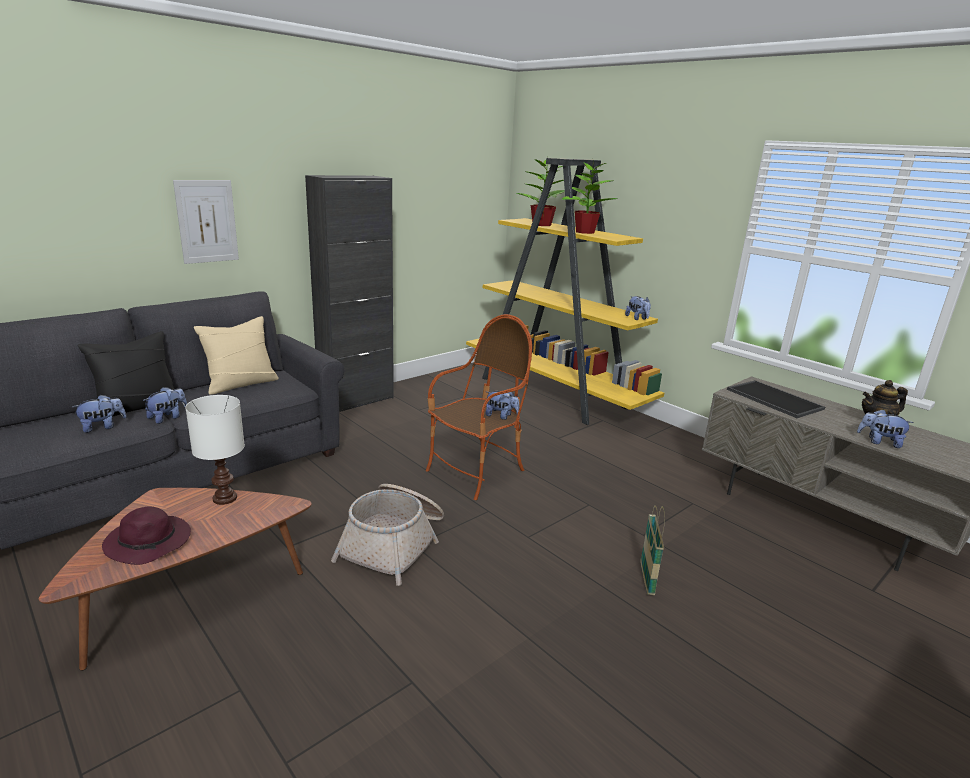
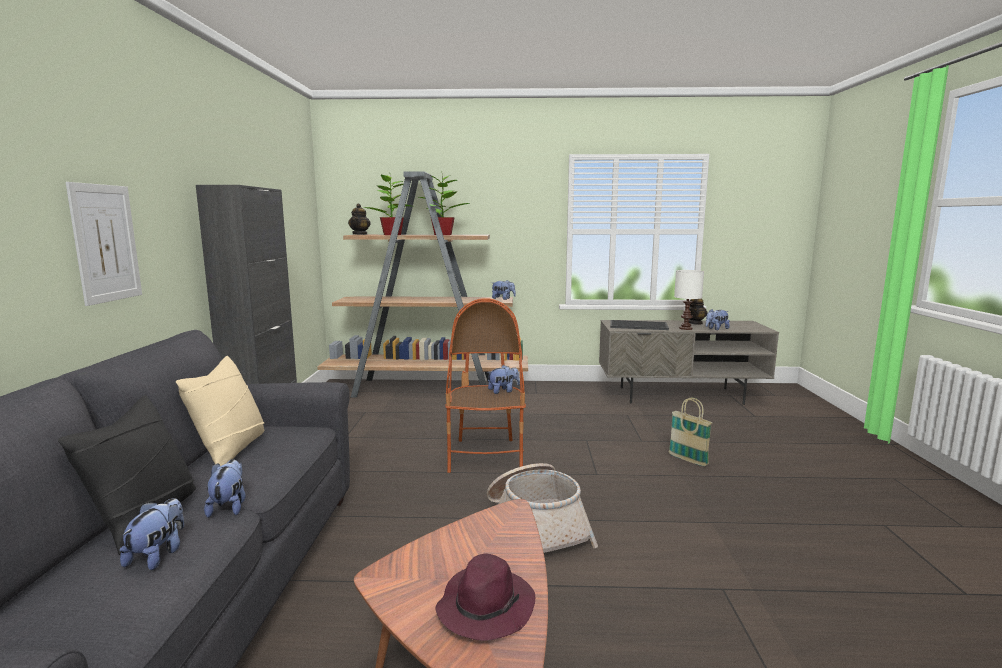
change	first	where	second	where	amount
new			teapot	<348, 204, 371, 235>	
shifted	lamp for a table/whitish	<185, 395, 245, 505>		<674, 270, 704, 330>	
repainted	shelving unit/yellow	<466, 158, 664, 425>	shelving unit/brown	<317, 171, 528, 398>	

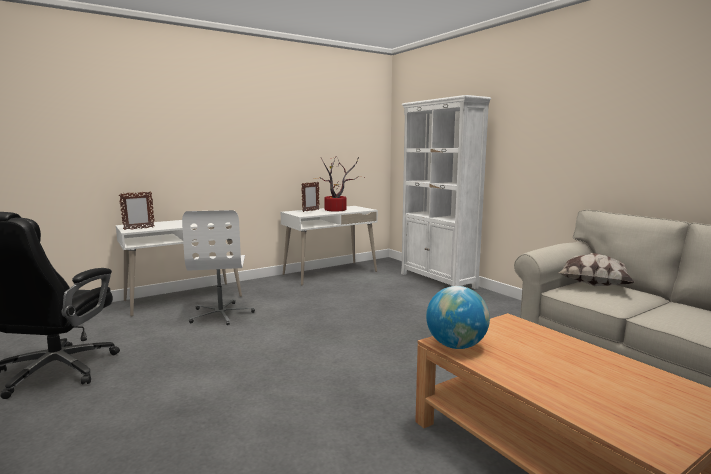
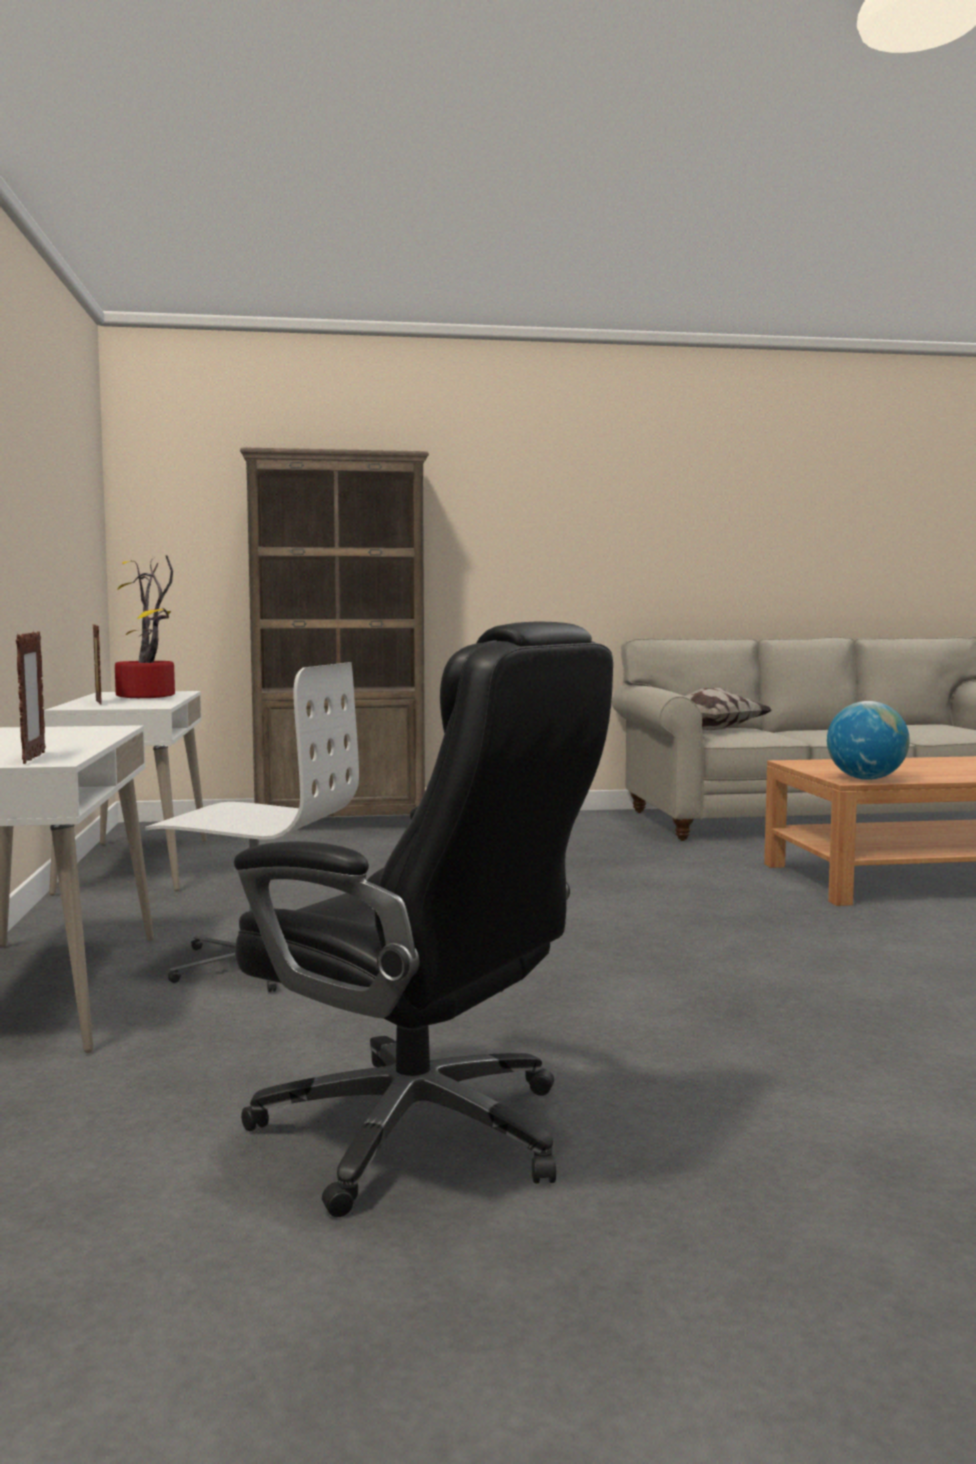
change	first	where	second	where	amount
repainted	shelving unit/whitish	<401, 95, 491, 289>	shelving unit/brown	<240, 447, 429, 817>	

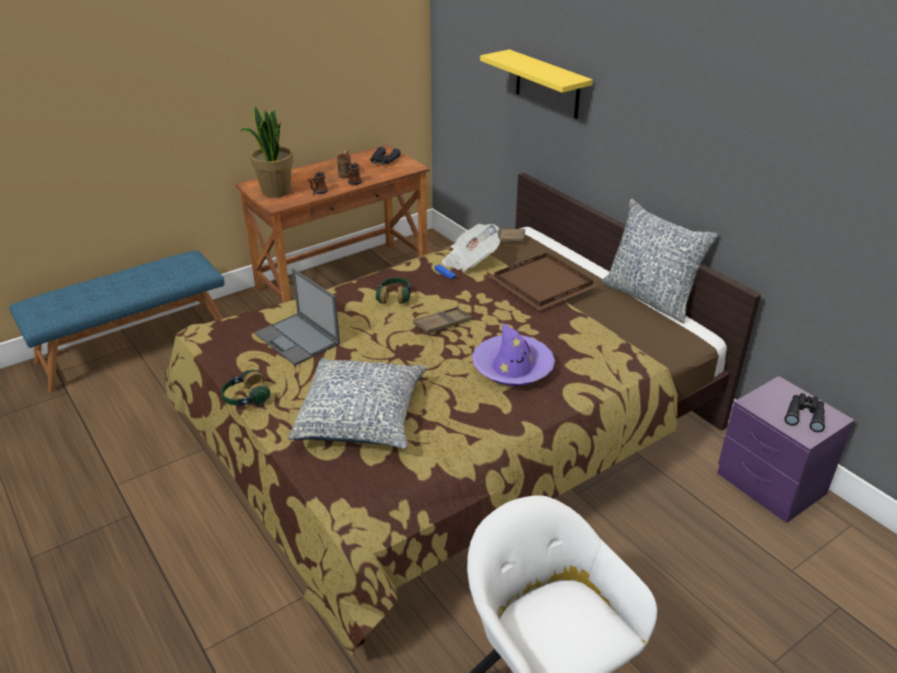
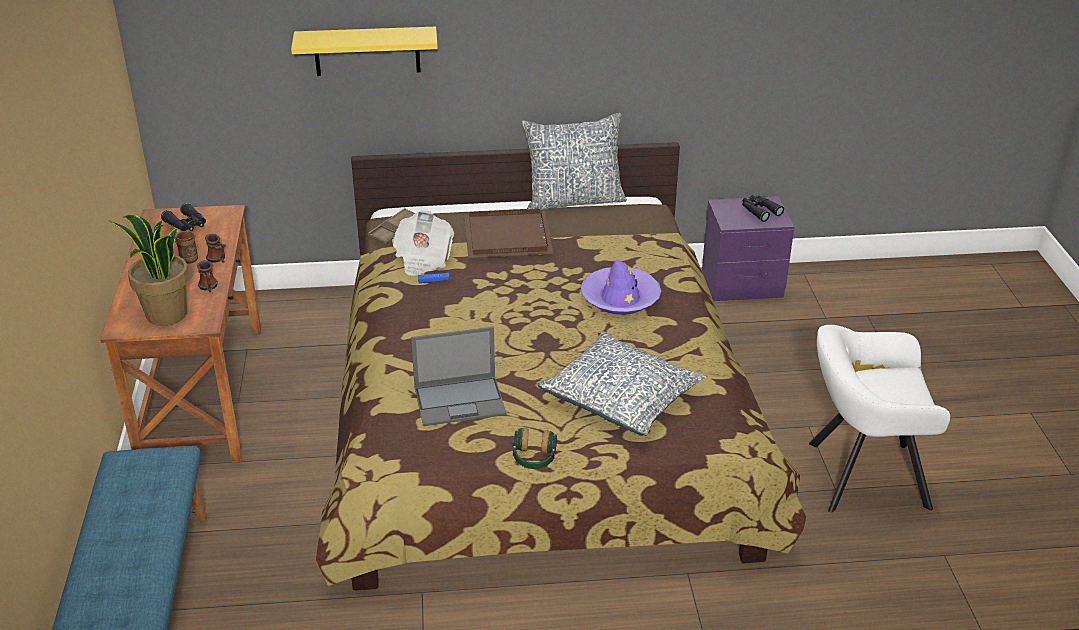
change	first	where	second	where	amount
gone	headphones	<376, 277, 411, 304>			
gone	carrying tray/brown	<413, 307, 472, 334>			

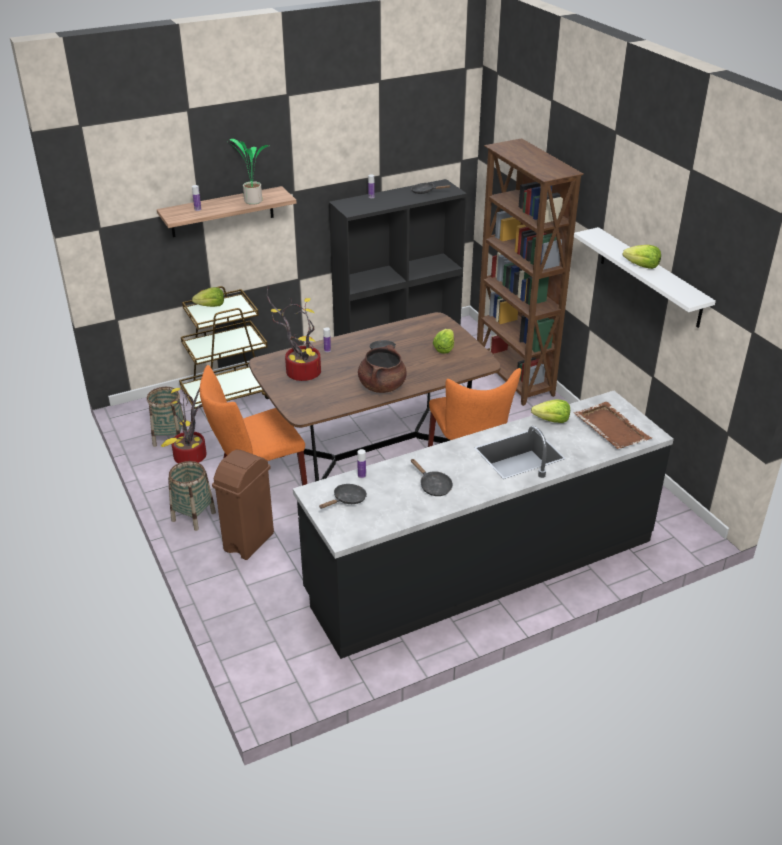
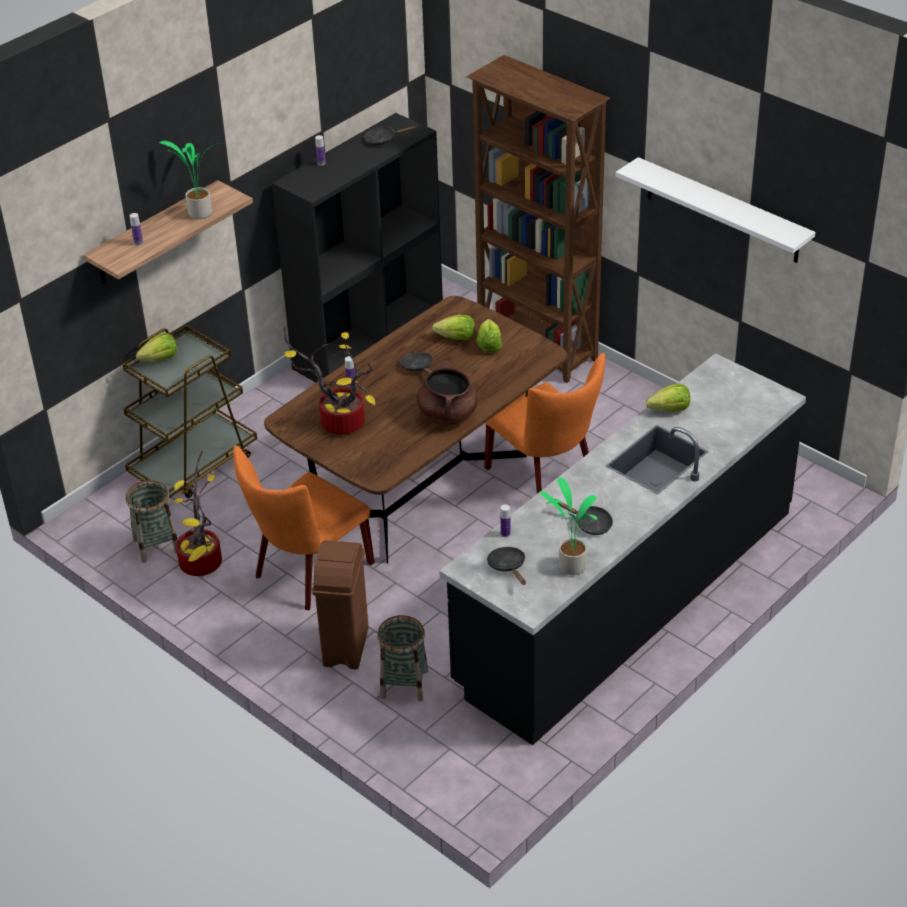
change	first	where	second	where	amount
gone	carrying tray/brown	<573, 402, 652, 449>			
new			houseplant	<539, 478, 597, 575>	
shifted	basket	<168, 461, 216, 531>		<377, 615, 428, 701>	
shifted	lettuce head	<623, 245, 661, 269>		<432, 315, 475, 340>	
rotated	pan/blackish	<319, 484, 367, 509>		<487, 547, 526, 585>	45 degrees counterclockwise

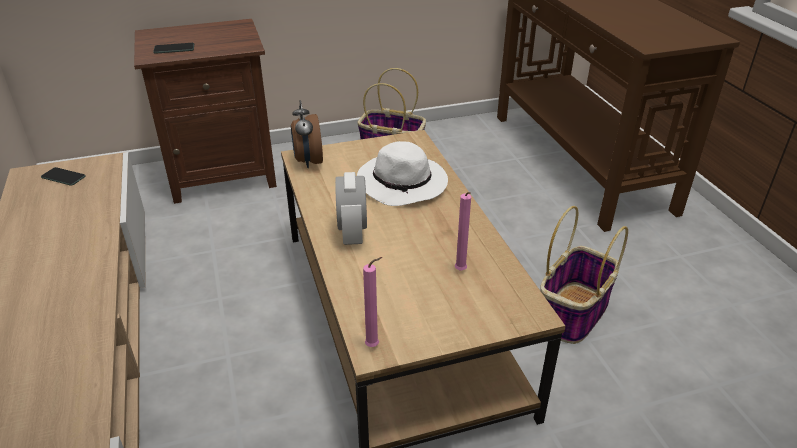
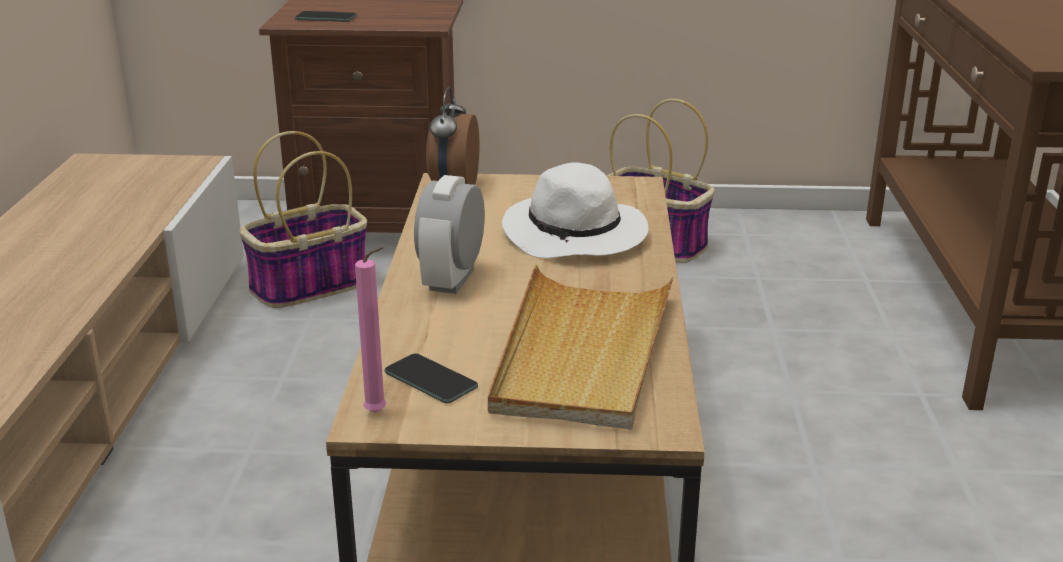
change	first	where	second	where	amount
shifted	phone	<41, 167, 86, 186>		<384, 353, 478, 404>	
shifted	basket	<541, 206, 628, 344>		<239, 131, 367, 308>	
swapped	wax light/pink	<455, 192, 471, 271>	carrying tray/sand-coloured	<488, 265, 674, 430>	

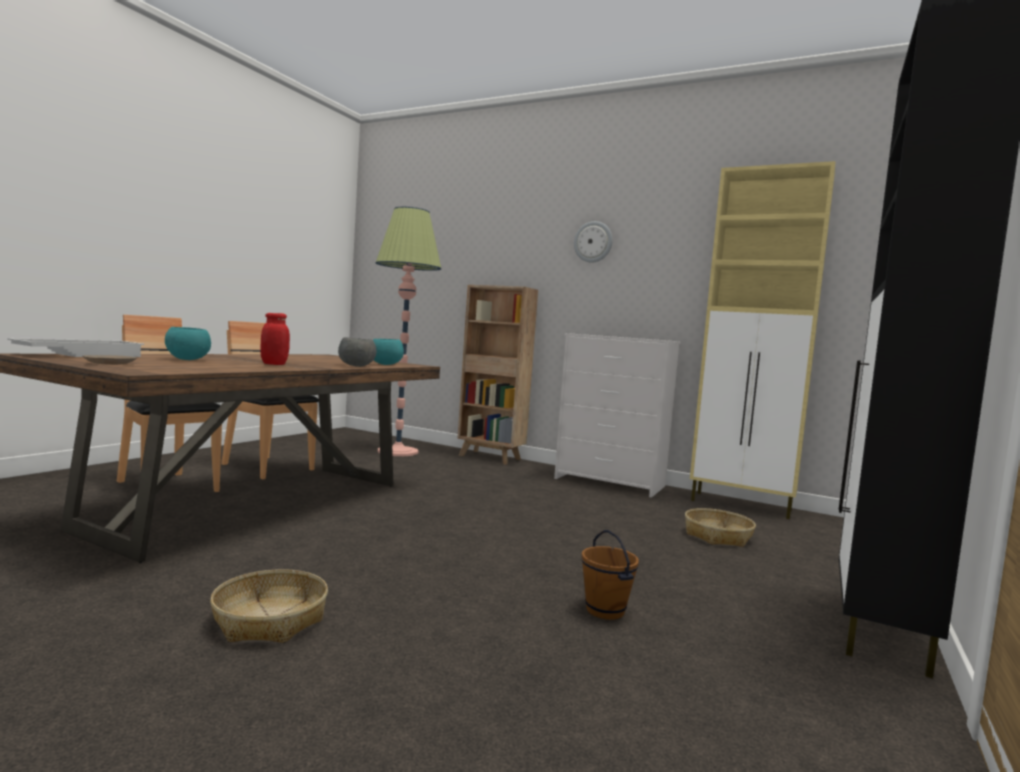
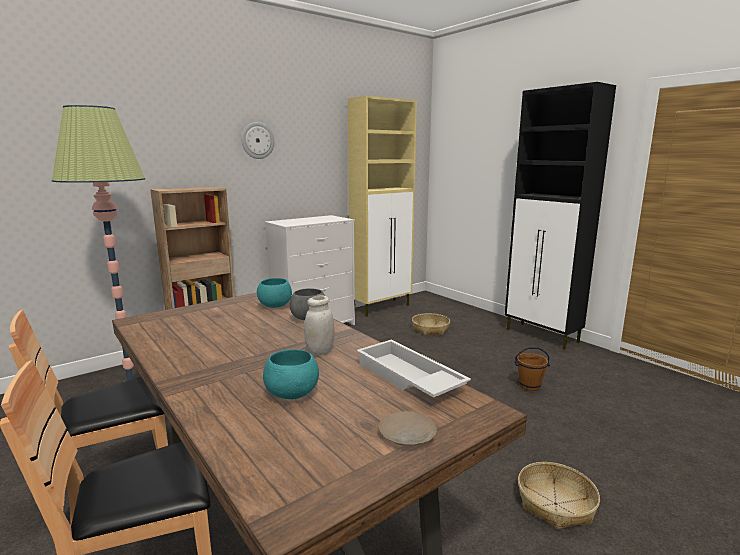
change	first	where	second	where	amount
shifted	carrying tray/whitish	<7, 338, 144, 357>		<356, 340, 471, 398>	
repainted	jar/red-coloured	<260, 313, 290, 365>	jar/whitish	<305, 295, 334, 356>	

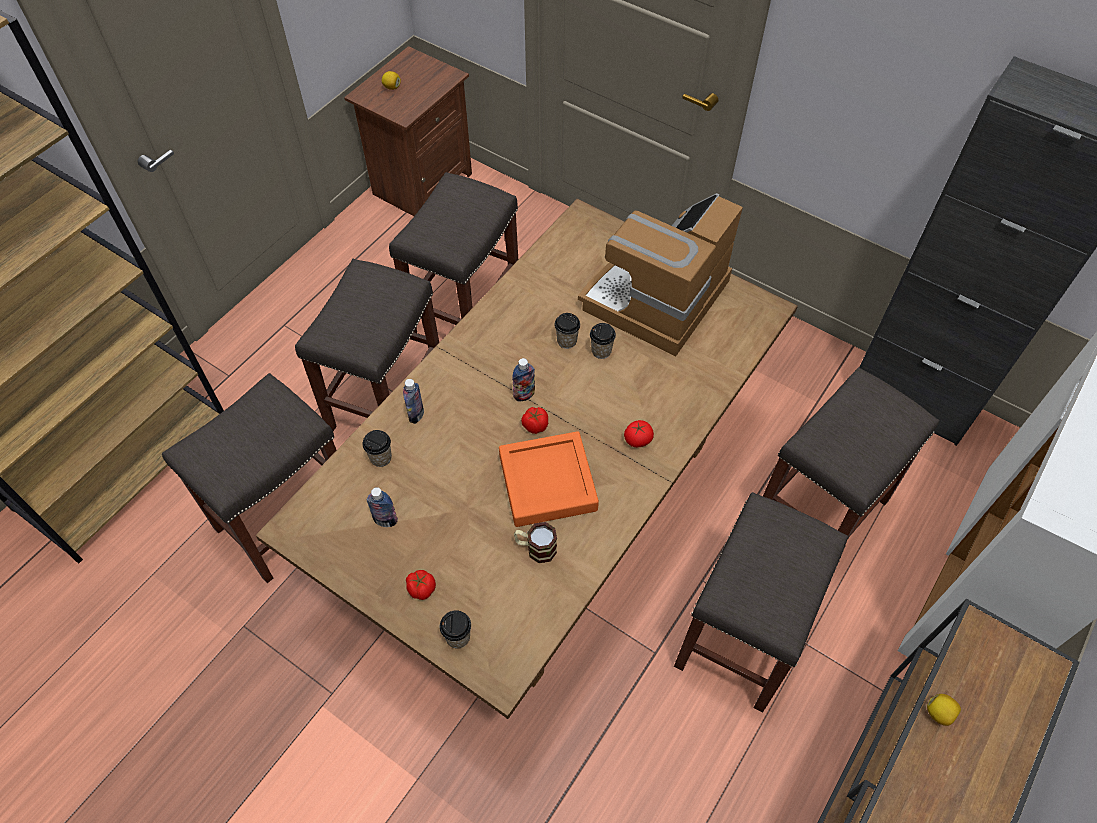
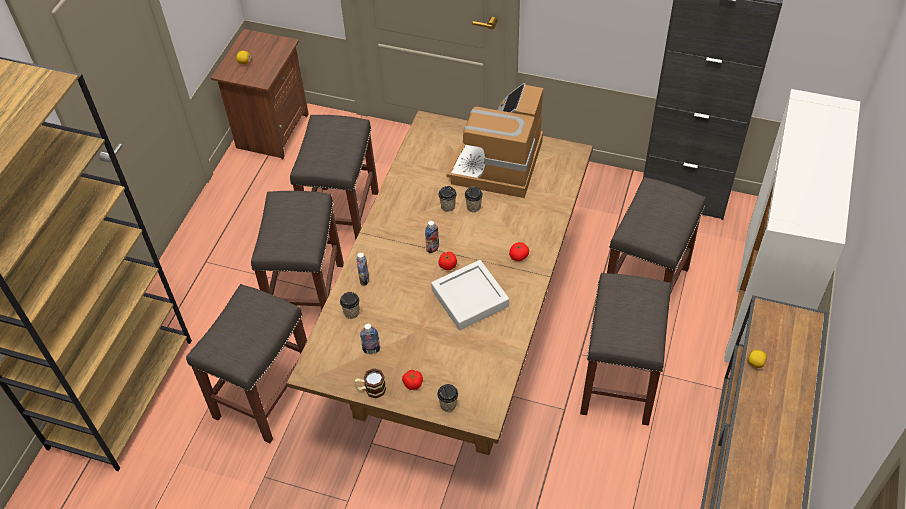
change	first	where	second	where	amount
shifted	coffee mug	<514, 522, 557, 563>		<354, 368, 386, 399>	
repainted	carrying tray/orange	<499, 431, 599, 527>	carrying tray/greyish	<431, 260, 509, 330>	

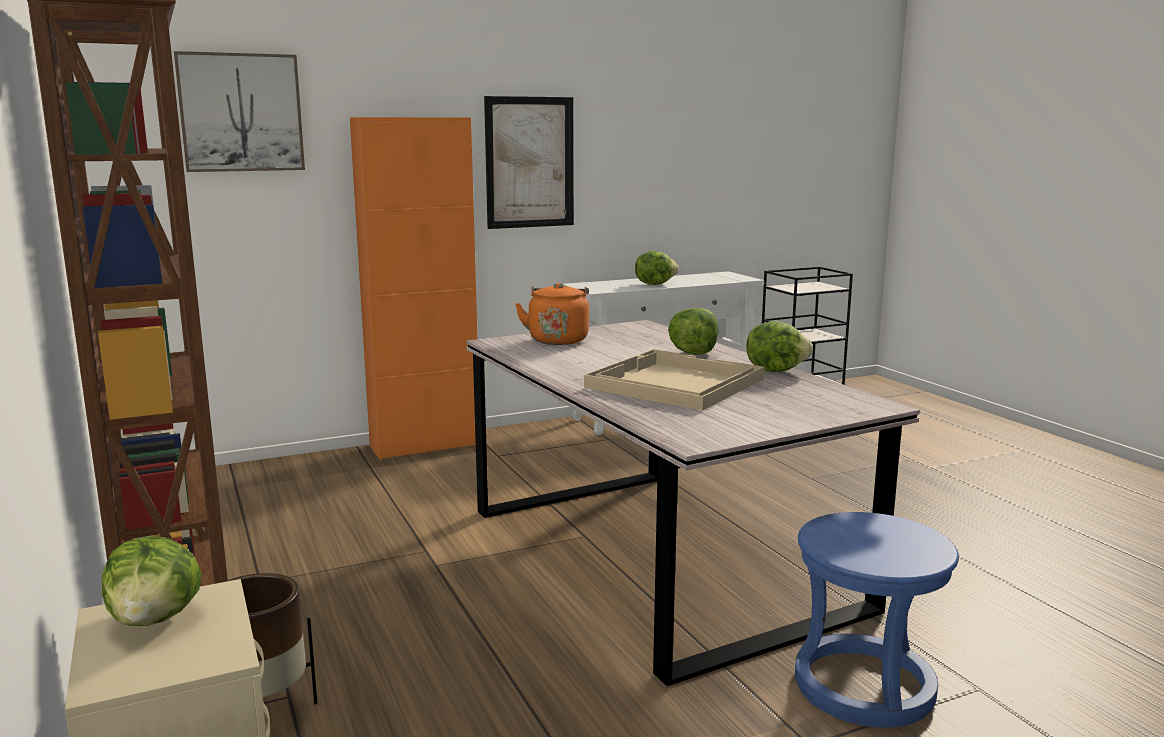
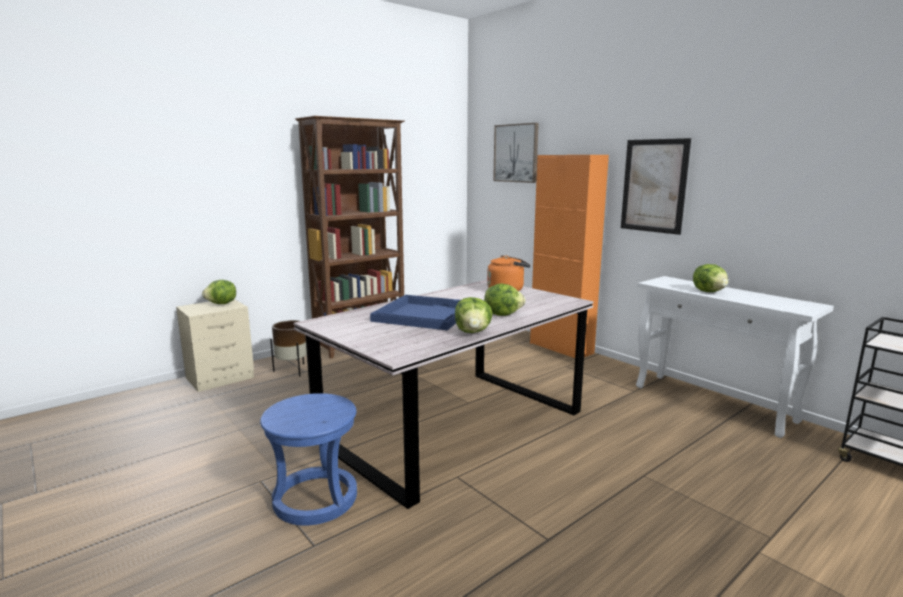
change	first	where	second	where	amount
repainted	carrying tray/sand-coloured	<584, 349, 765, 411>	carrying tray/bluish	<370, 295, 460, 330>	

